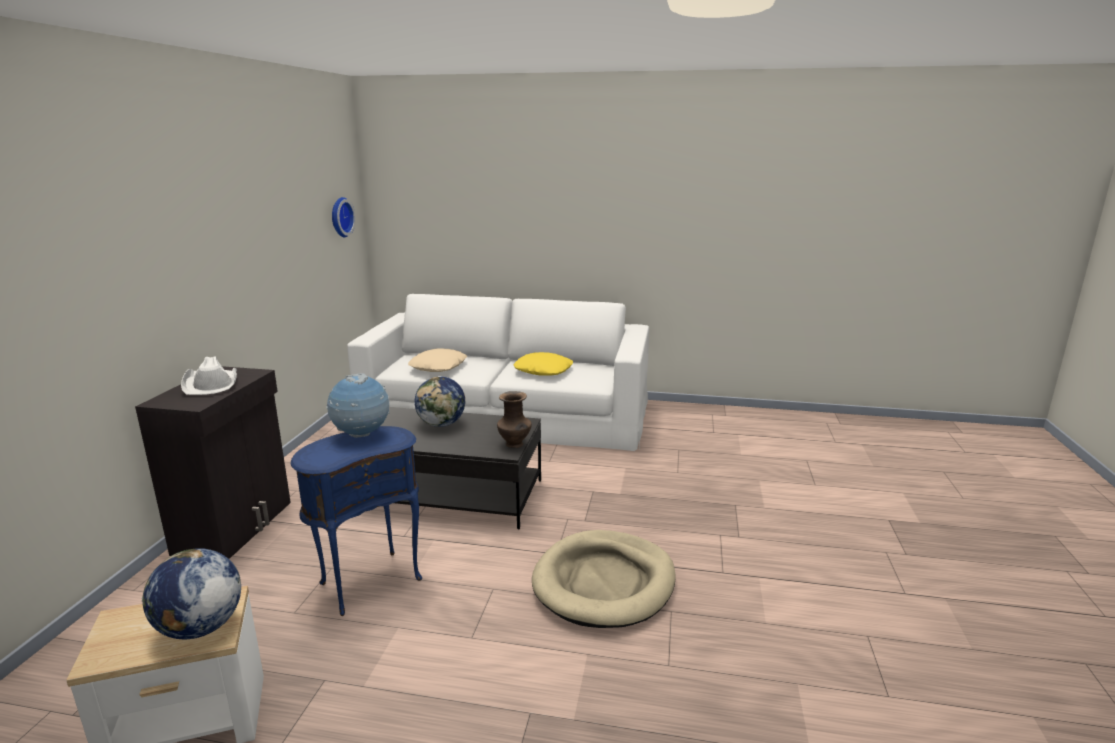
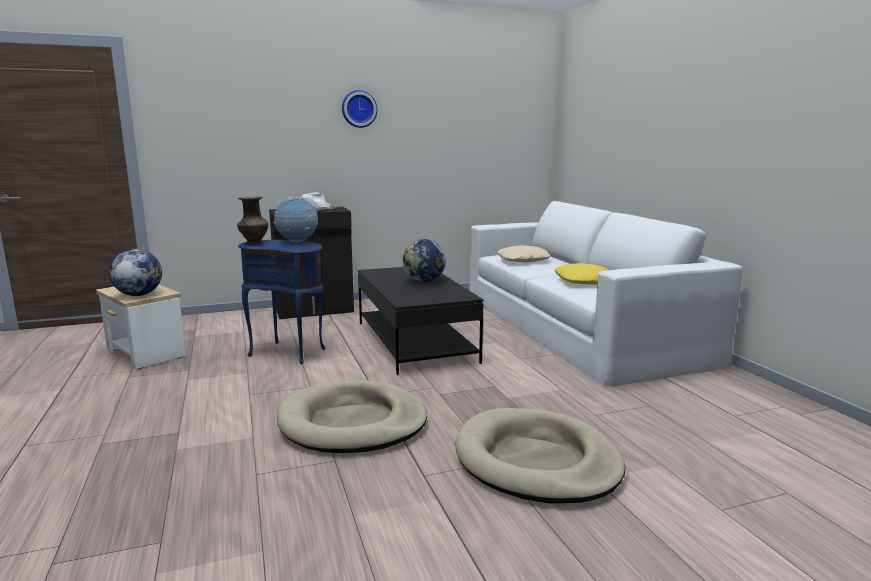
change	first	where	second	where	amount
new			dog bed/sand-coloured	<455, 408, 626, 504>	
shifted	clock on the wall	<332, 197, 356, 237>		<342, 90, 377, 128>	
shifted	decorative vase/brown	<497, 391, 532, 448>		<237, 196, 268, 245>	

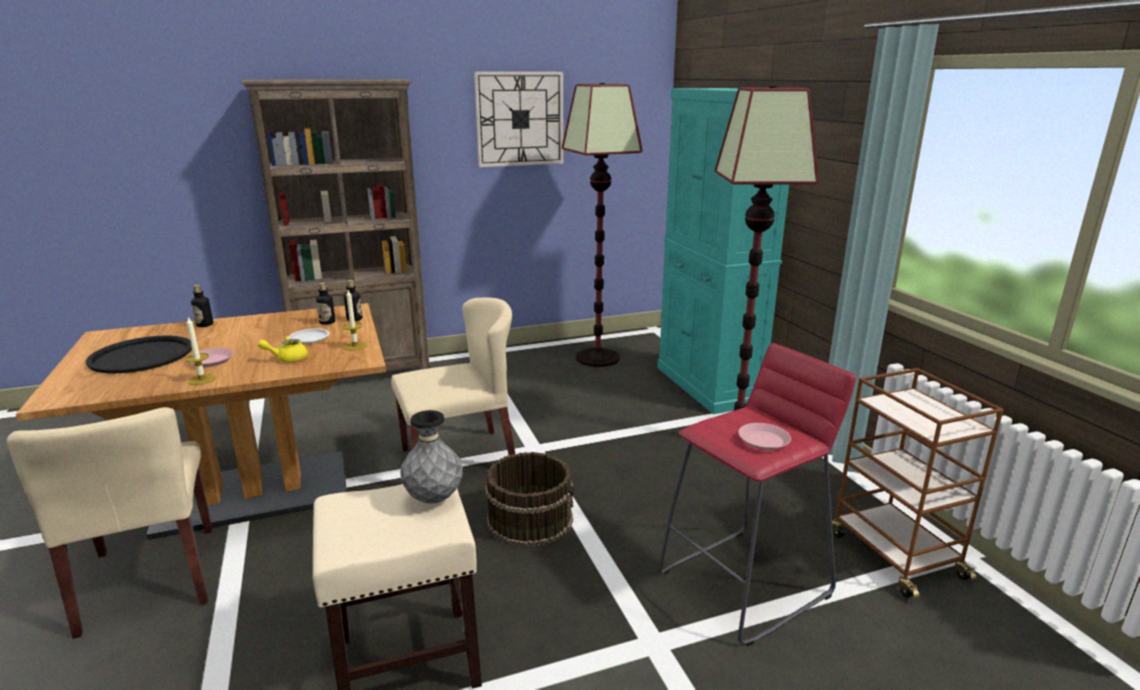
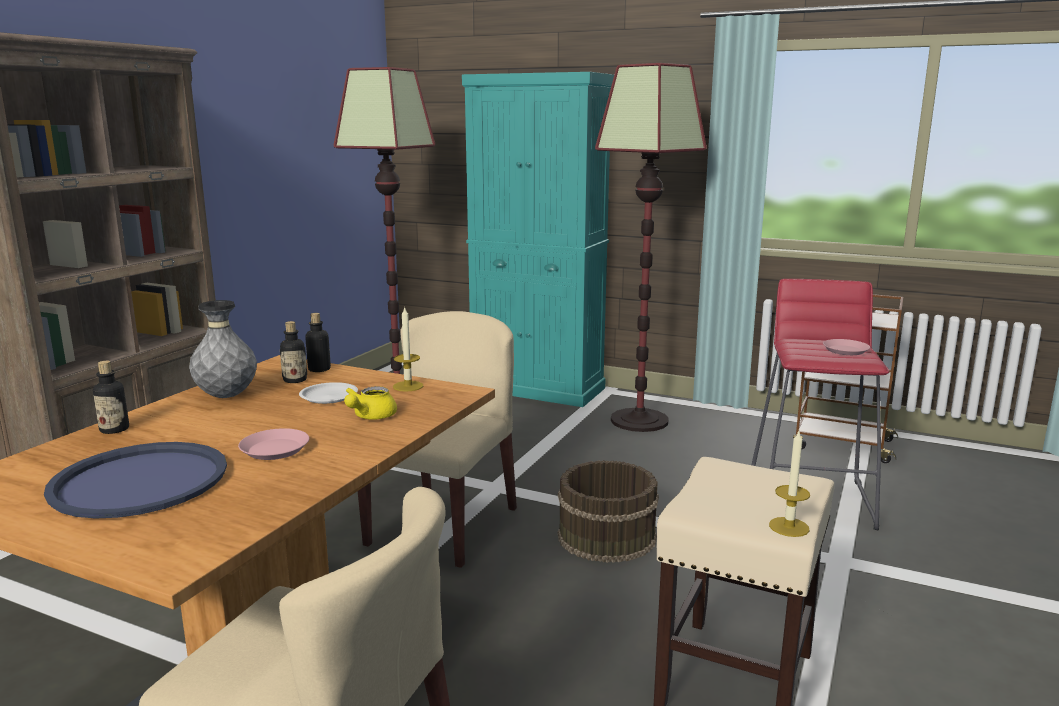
change	first	where	second	where	amount
gone	clock on the wall	<474, 72, 564, 167>			
shifted	wax light	<185, 317, 216, 385>		<769, 431, 810, 537>	
shifted	decorative vase/greyish	<400, 410, 463, 503>		<189, 300, 257, 398>	
repainted	carrying tray/blackish	<86, 336, 192, 373>	carrying tray/bluish	<44, 442, 227, 519>	

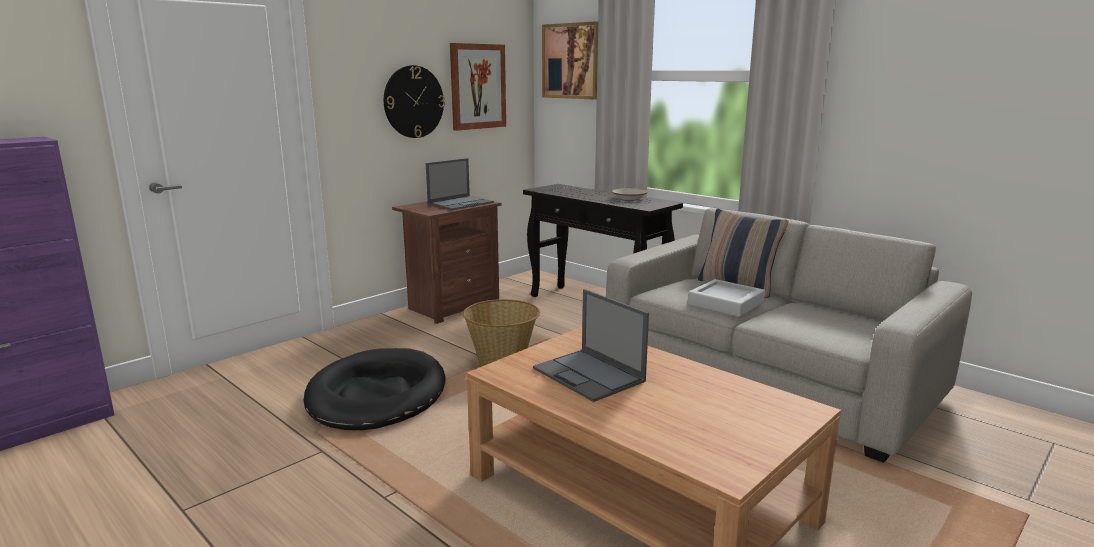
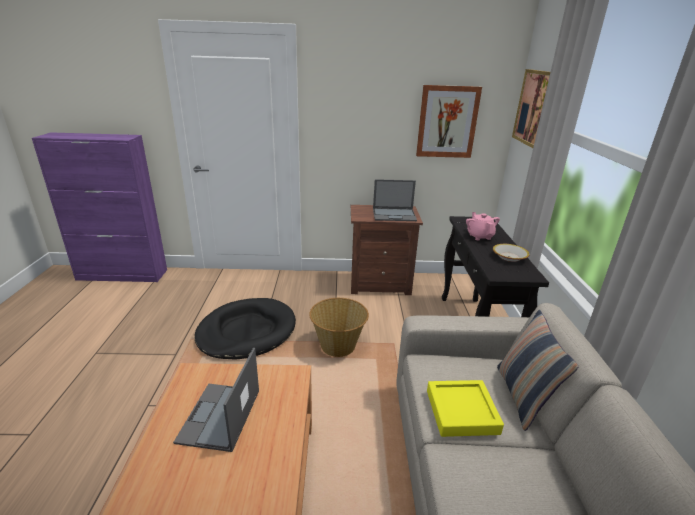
change	first	where	second	where	amount
gone	clock on the wall	<384, 65, 445, 138>			
new			teapot/pink	<466, 212, 500, 241>	
repainted	carrying tray/greyish	<688, 279, 765, 317>	carrying tray/yellow	<427, 380, 504, 437>	

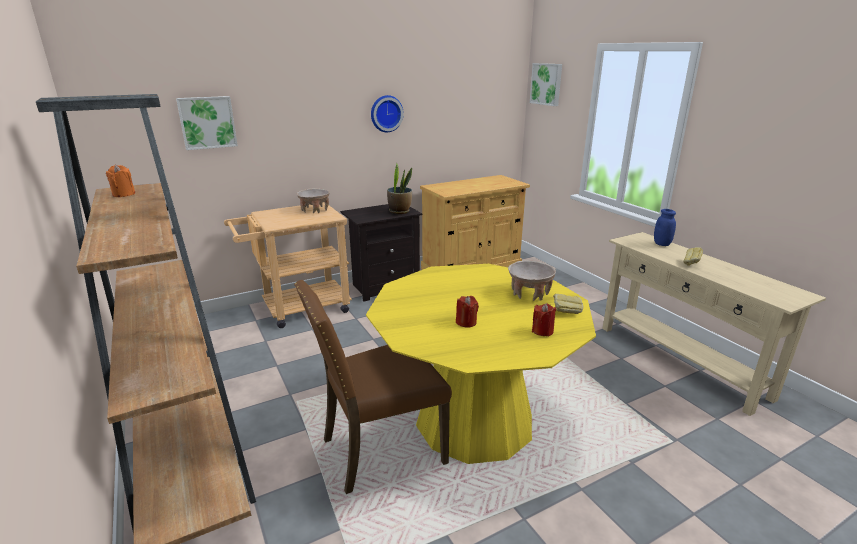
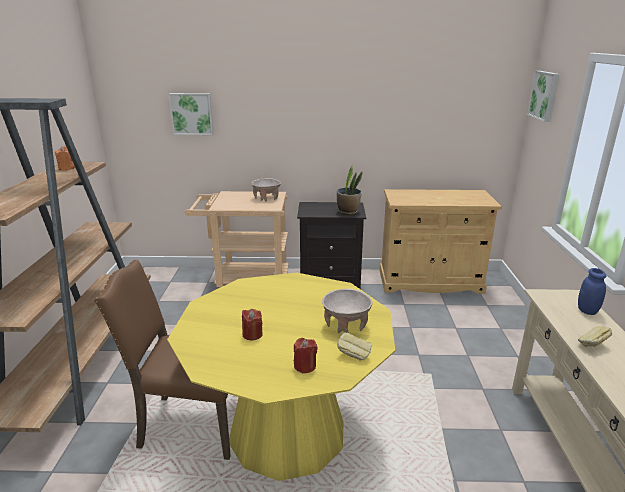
change	first	where	second	where	amount
gone	clock on the wall	<371, 95, 404, 132>			

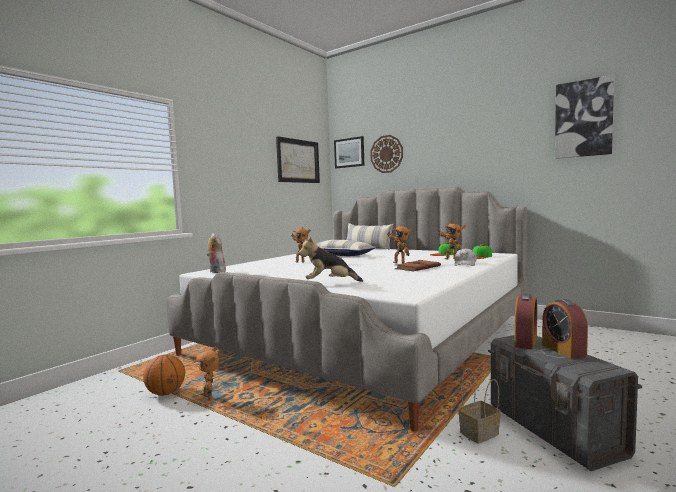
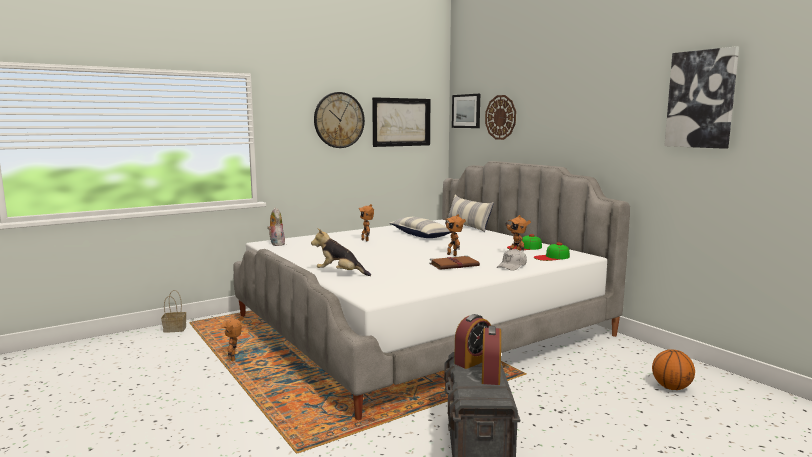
change	first	where	second	where	amount
new			clock on the wall	<314, 92, 365, 148>	
shifted	basketball ball	<143, 354, 185, 396>		<652, 349, 695, 390>	
shifted	basket	<458, 368, 501, 443>		<161, 290, 186, 333>	

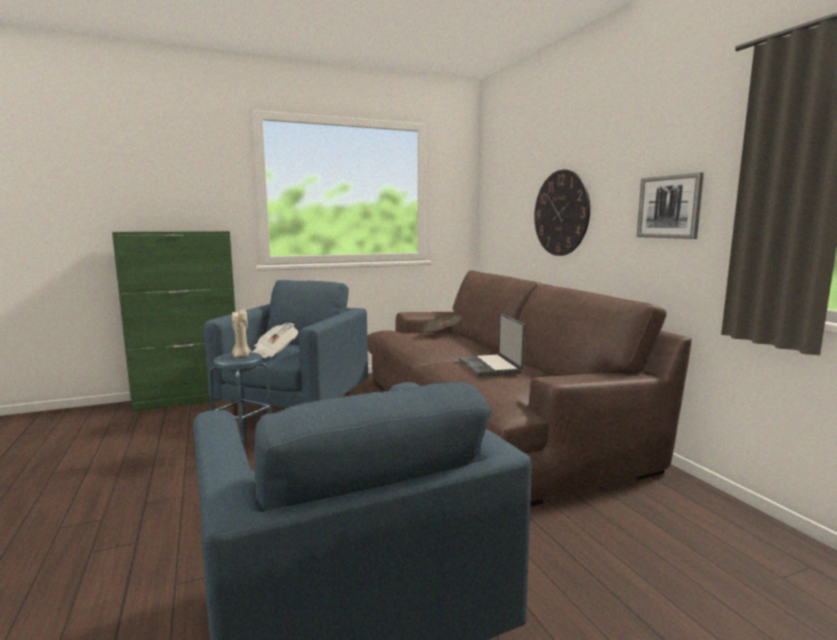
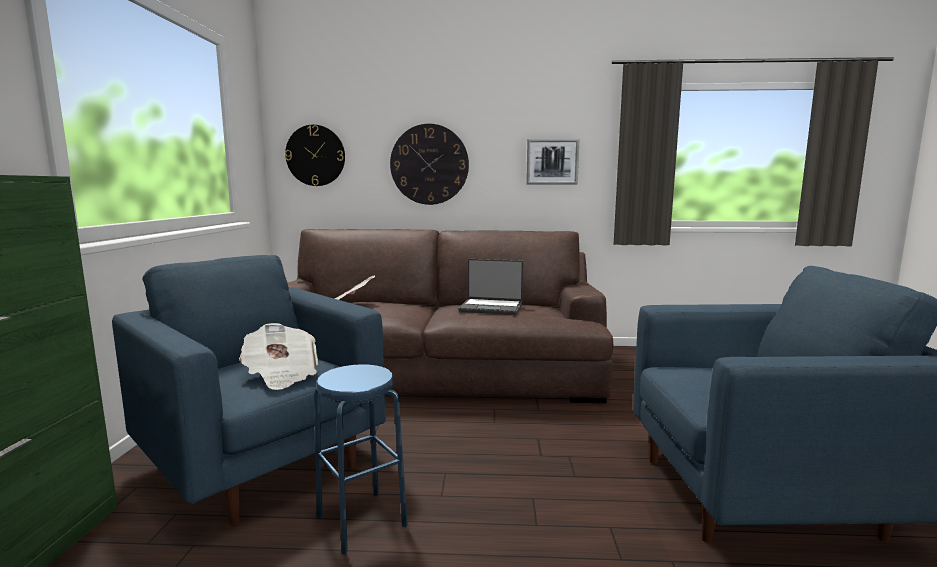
change	first	where	second	where	amount
gone	wax light/sand-coloured	<232, 309, 251, 357>			
new			clock on the wall	<285, 125, 345, 186>	

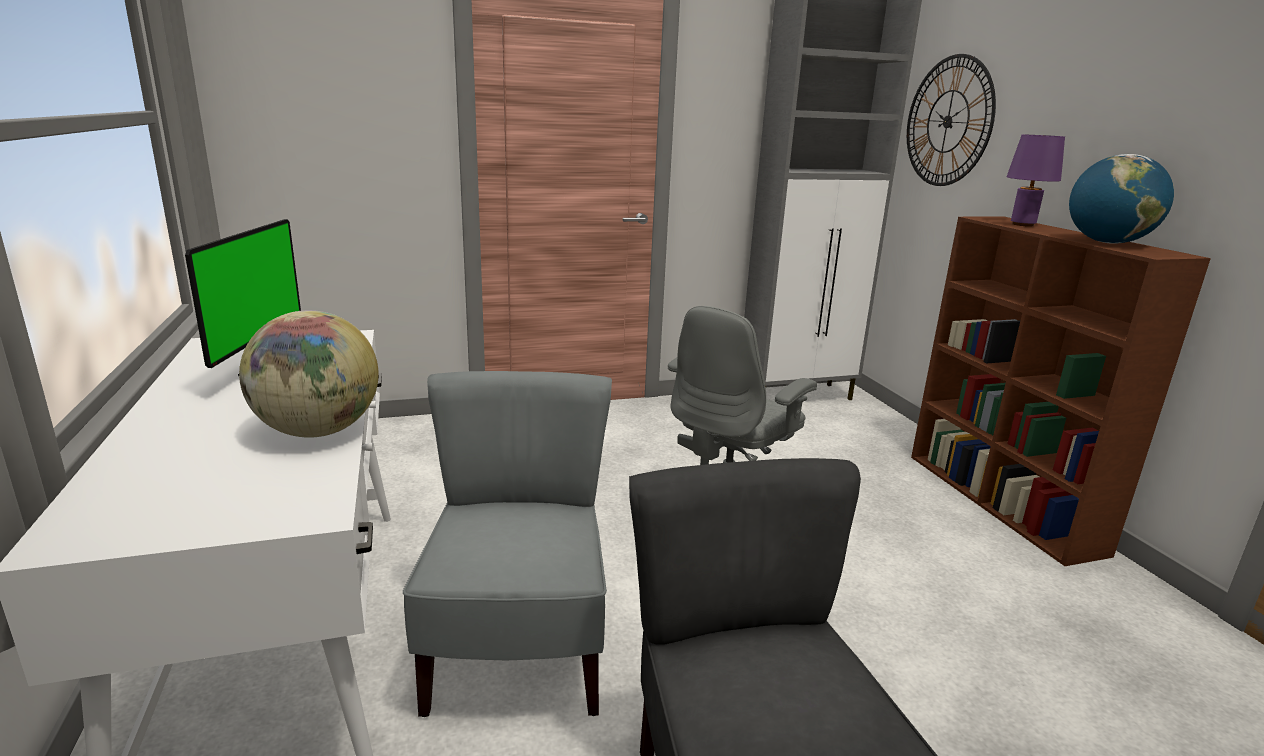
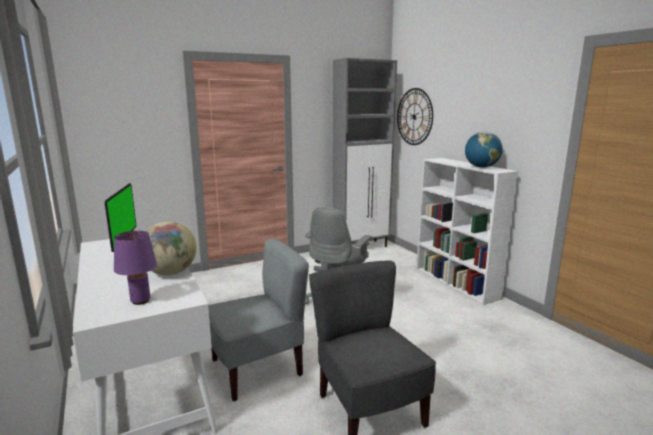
change	first	where	second	where	amount
shifted	lamp for a table/purple	<1007, 134, 1065, 227>		<114, 231, 157, 305>	
repainted	shelving unit/brown	<911, 216, 1211, 566>	shelving unit/whitish	<416, 158, 518, 305>	
rotated	plain chair/greyish	<403, 371, 612, 717>		<208, 238, 309, 401>	75 degrees clockwise

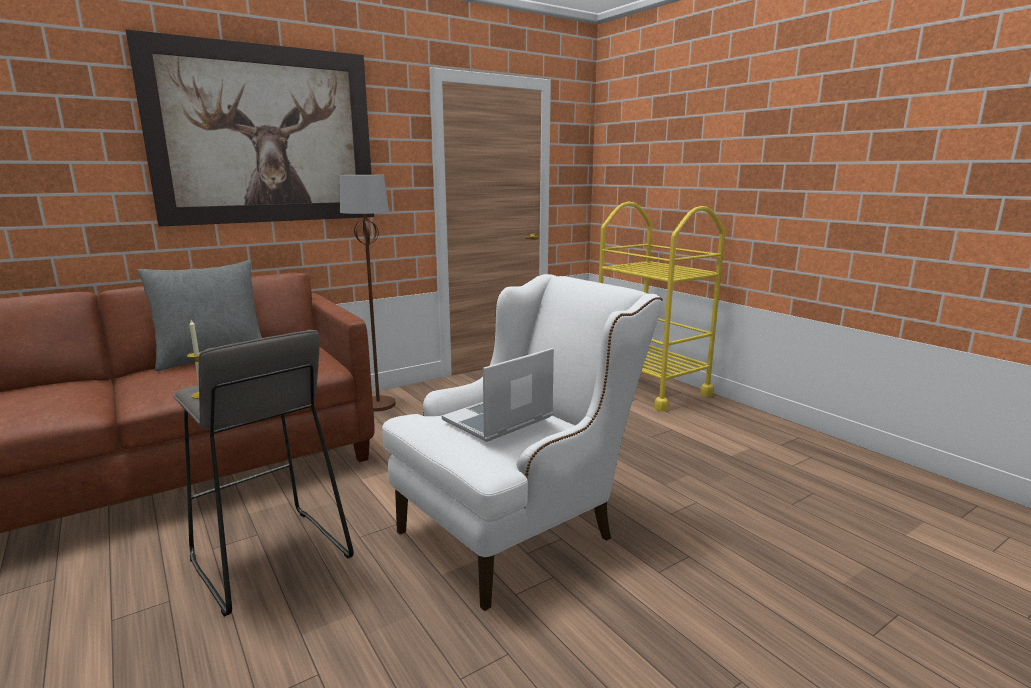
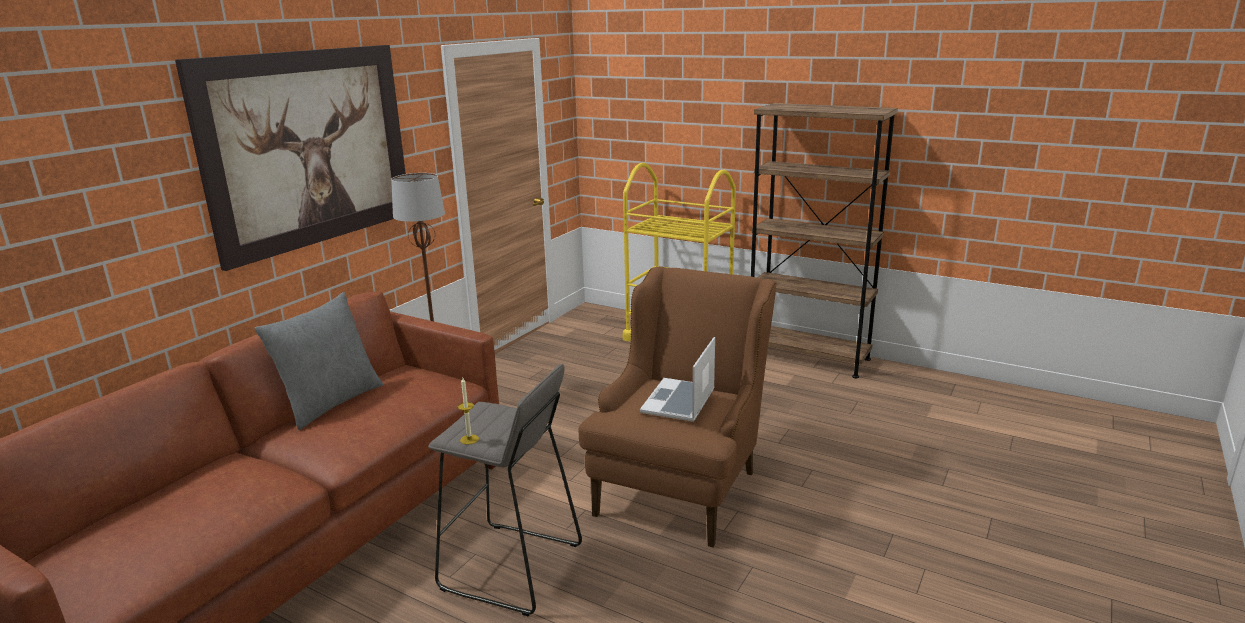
change	first	where	second	where	amount
new			shelving unit/brown	<751, 103, 898, 378>	
repainted	easy chair/whitish	<382, 274, 663, 611>	easy chair/brown	<579, 266, 776, 548>	

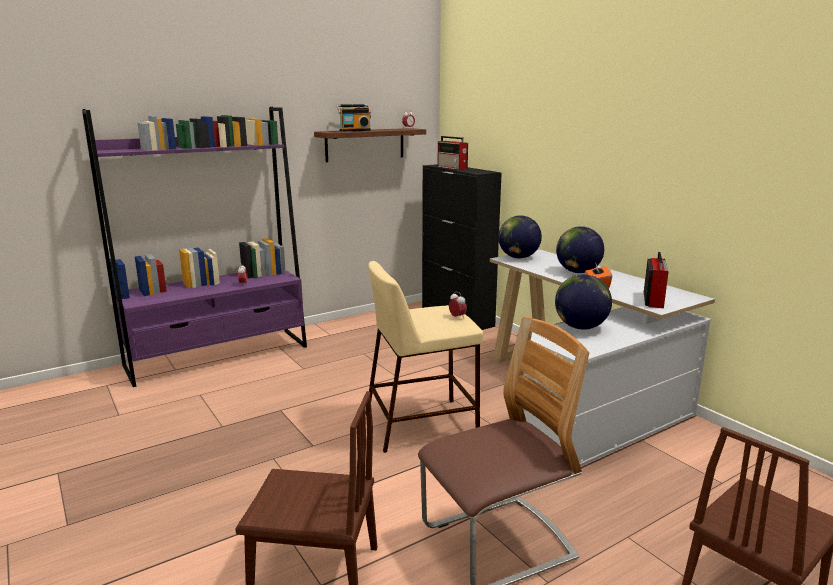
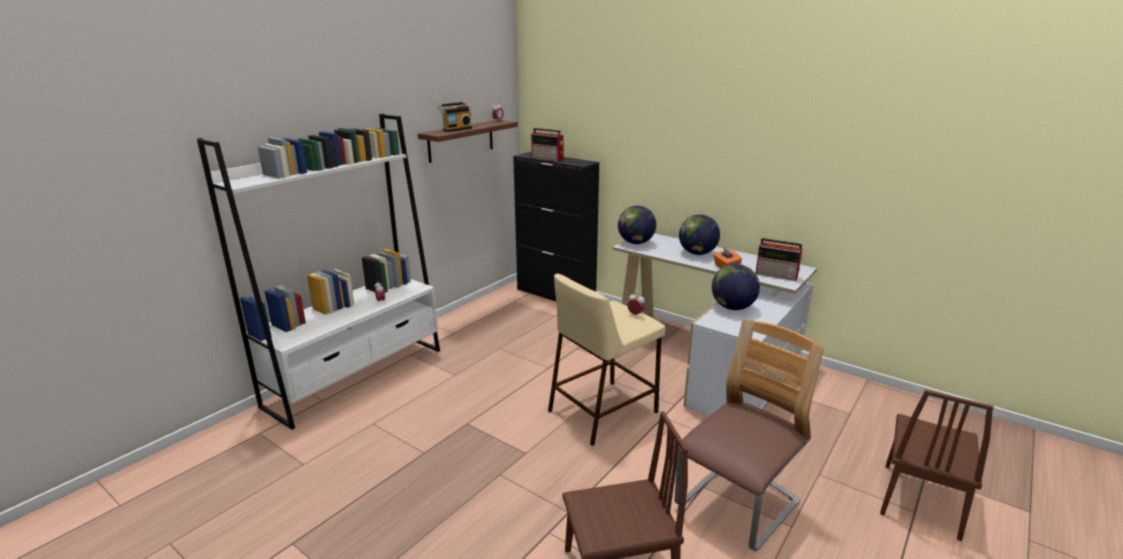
change	first	where	second	where	amount
repainted	shelving unit/purple	<82, 107, 307, 387>	shelving unit/whitish	<197, 113, 440, 430>	
rotated	radio	<644, 252, 668, 308>		<755, 238, 803, 281>	120 degrees clockwise

